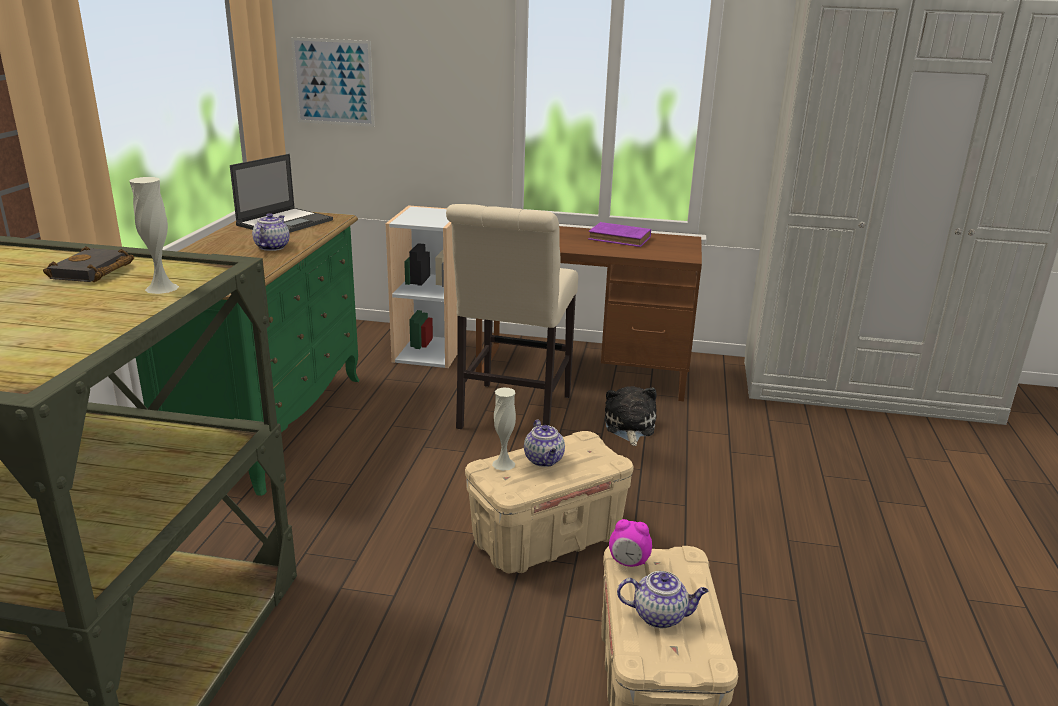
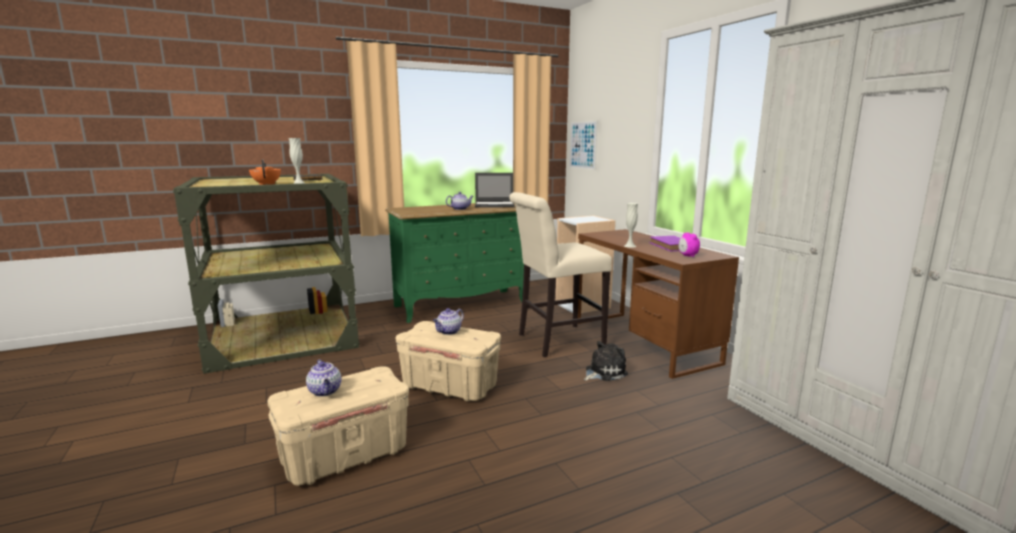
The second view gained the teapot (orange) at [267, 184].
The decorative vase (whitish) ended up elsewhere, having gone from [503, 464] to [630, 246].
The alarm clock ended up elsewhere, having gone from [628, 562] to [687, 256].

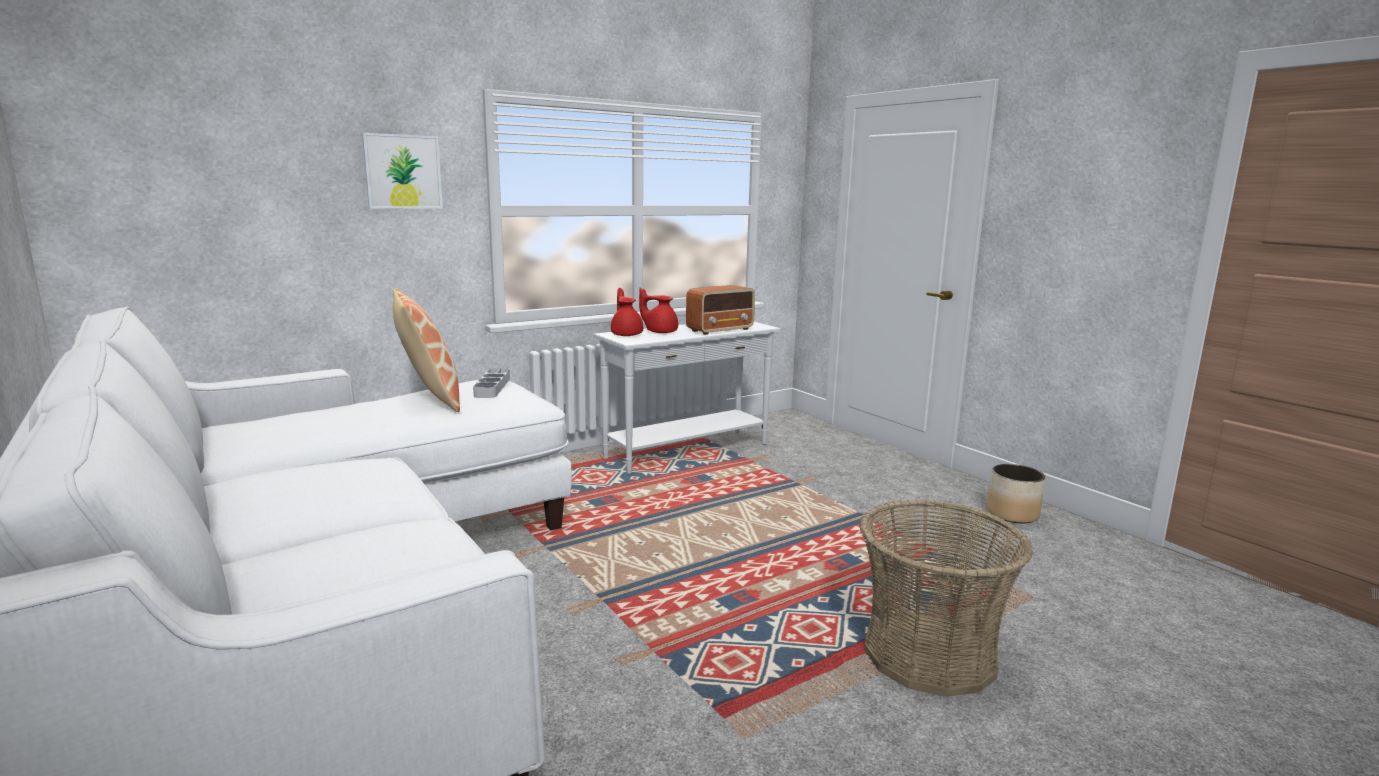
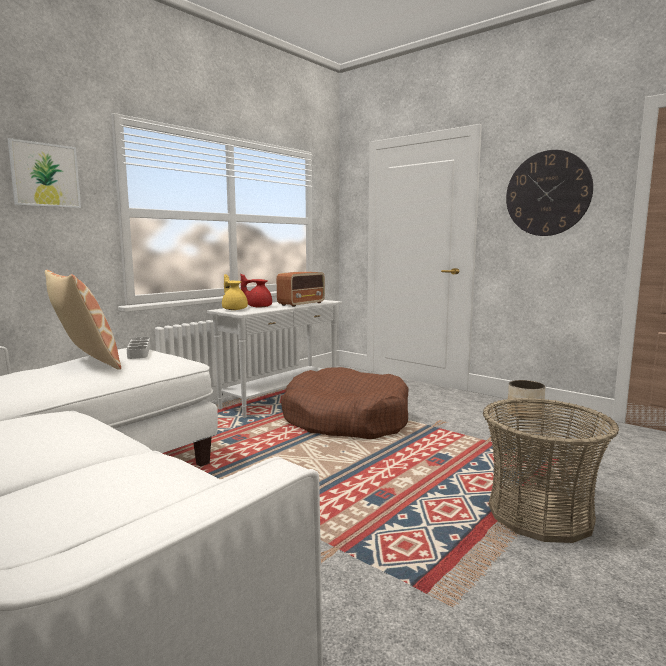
What was the teapot (red) at [626, 334] turned into the teapot (yellow) at [234, 309].
The second view gained the pet bed (brown) at [345, 420].
The second view gained the hanging clock at [547, 193].

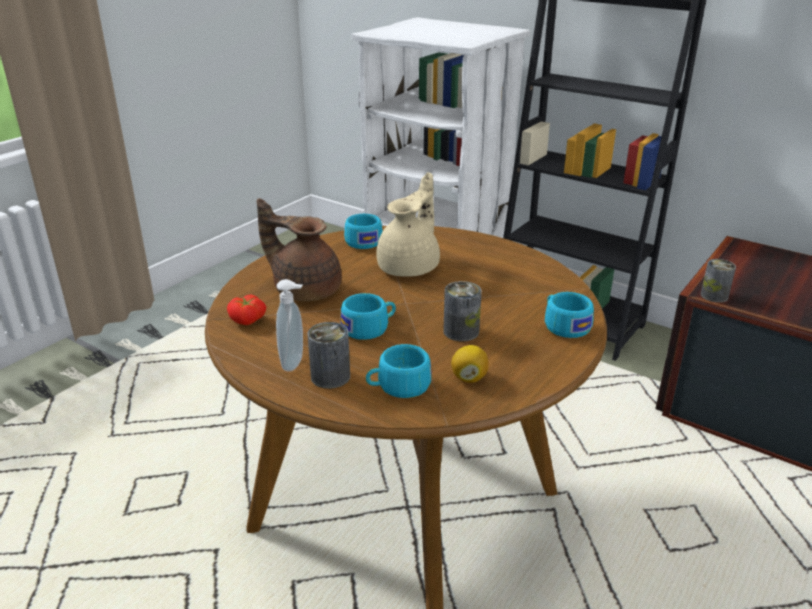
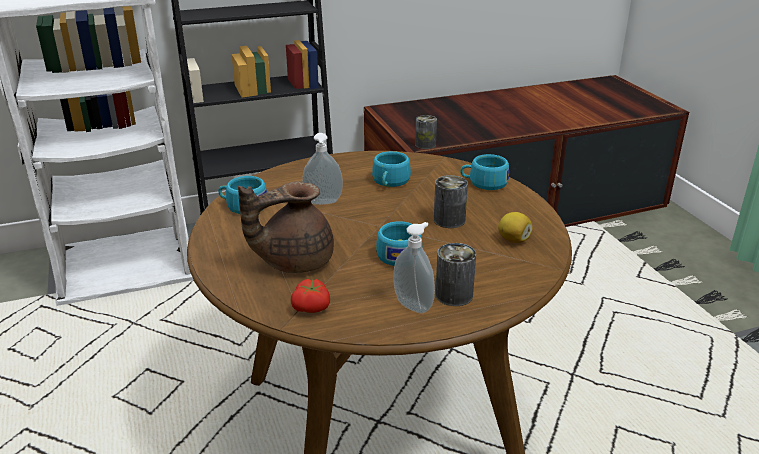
Where the teapot (beige) stood at [410, 267], the soap dispenser came to stand at [323, 203].
The small cup (blue-green) ended up elsewhere, having gone from [398, 386] to [390, 182].

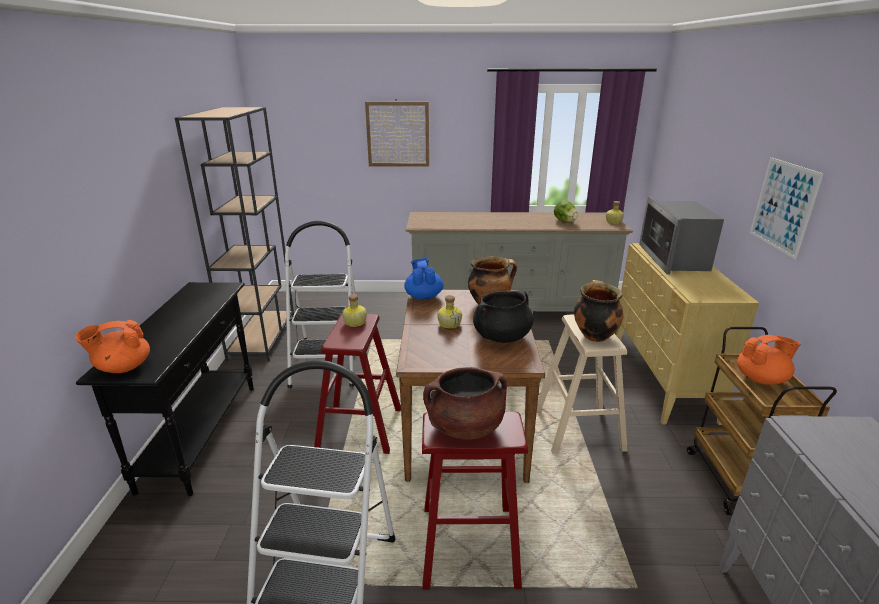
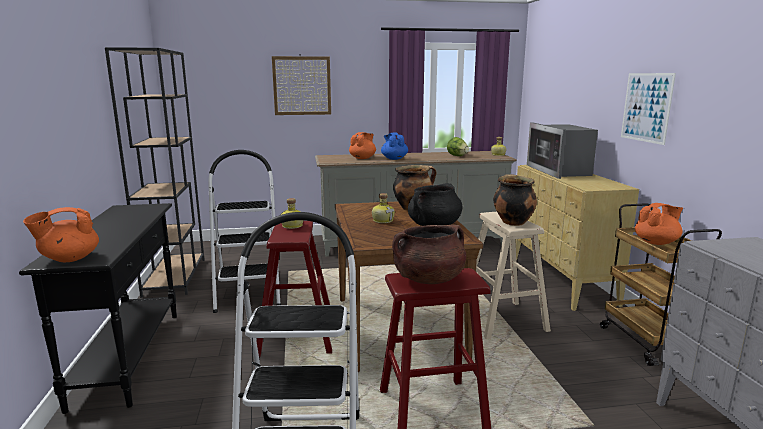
The second view gained the teapot (orange) at [363, 158].
The teapot (blue) ended up elsewhere, having gone from [423, 296] to [394, 158].

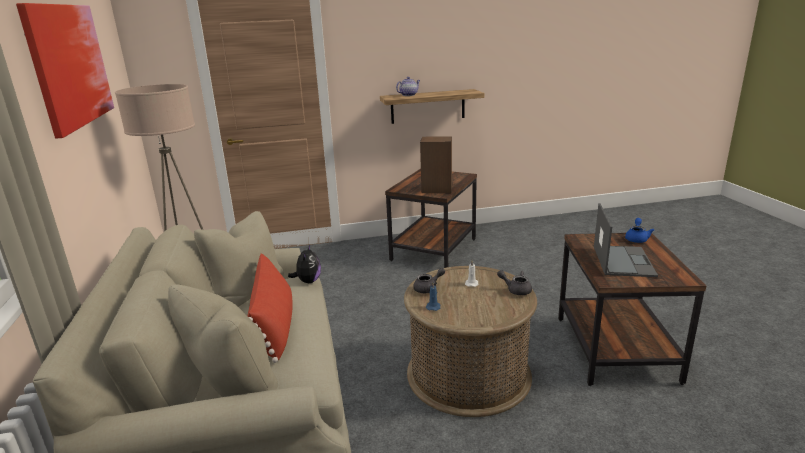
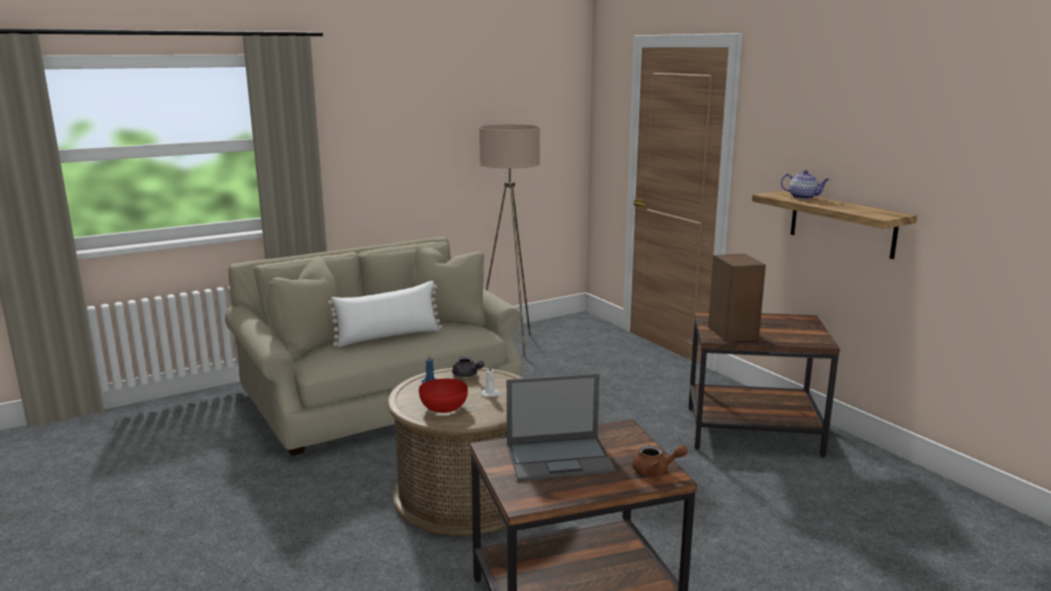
What was the throw pillow (red) at [275, 326] turned into the throw pillow (whitish) at [388, 336].
The second view gained the deep dish (red) at [443, 408].
What was the teapot (blue) at [637, 238] turned into the teapot (brown) at [656, 470].
The second view lost the wall art at [69, 65].
The second view lost the soft toy at [308, 281].
The second view lost the teapot (gray) at [516, 290].

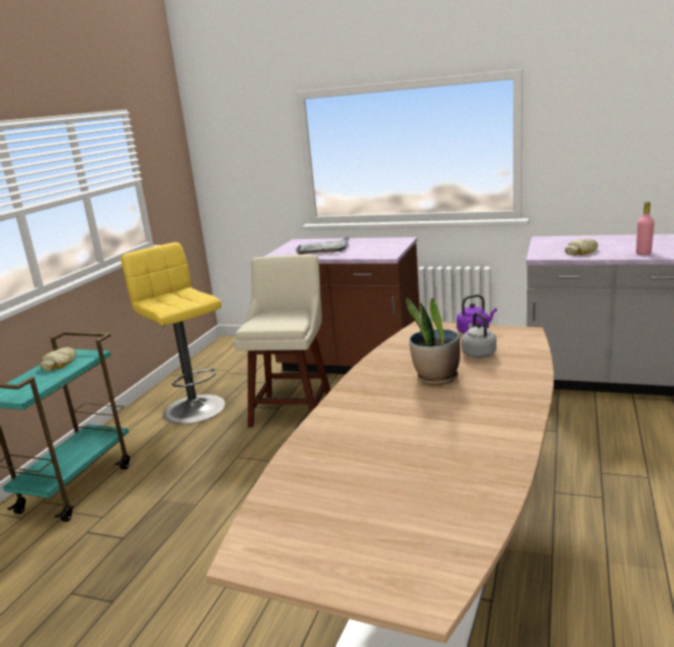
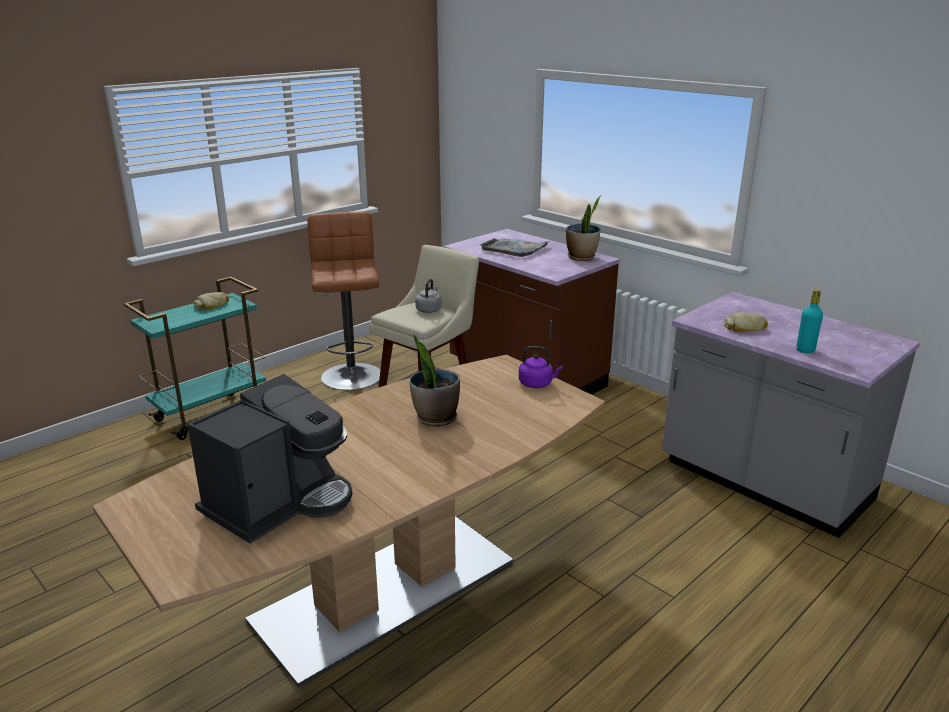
The second view gained the coffee brewer at [279, 502].
What was the stool (yellow) at [194, 408] turned into the stool (brown) at [352, 376].
The kettle (gray) ended up elsewhere, having gone from [478, 353] to [429, 309].
The second view gained the potted plant at [581, 257].
What was the bottle (pink-coloured) at [643, 253] turned into the bottle (blue-green) at [805, 350].

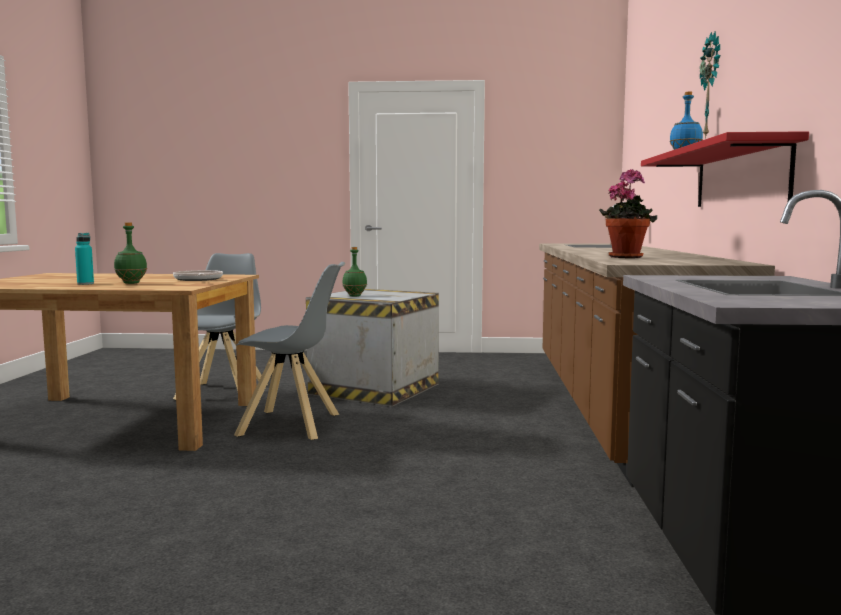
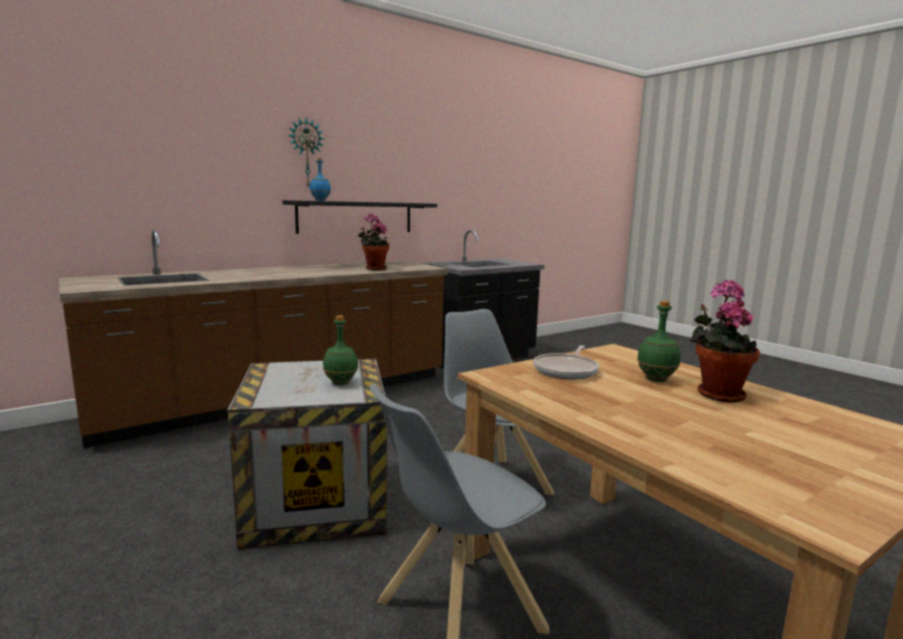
What was the bracket shelf (red) at [740, 176] turned into the bracket shelf (blackish) at [356, 217].
Where the bottle (blue-green) stood at [85, 283], the potted plant came to stand at [717, 394].

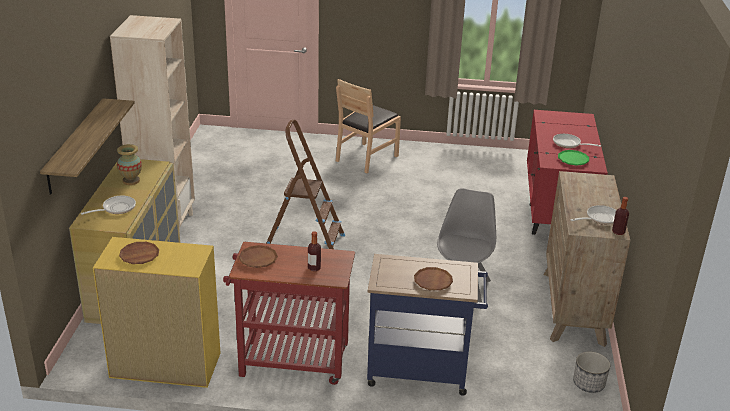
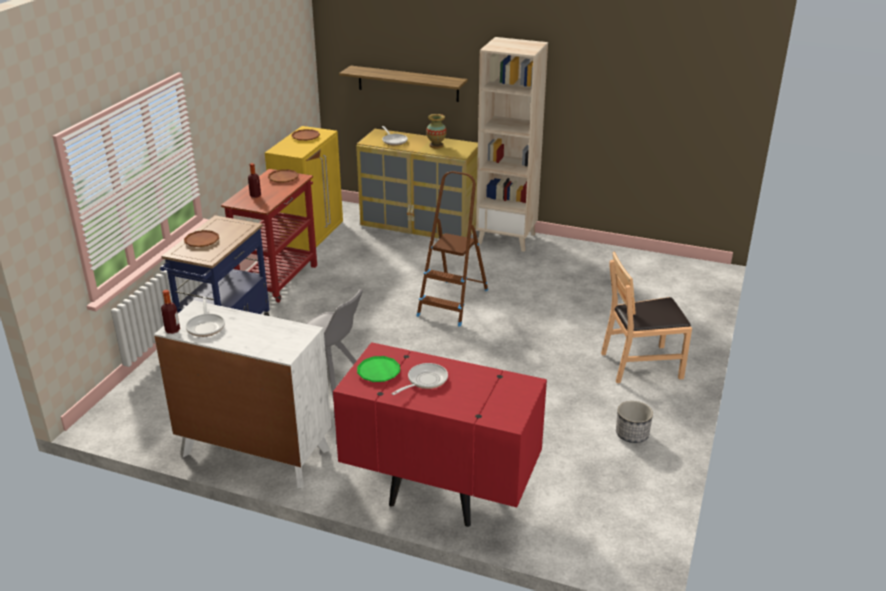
What was the drawer chest (brown) at [573, 307] turned into the drawer chest (whitish) at [255, 452].
The chair (brown) at [366, 158] ended up facing another way, 60 degrees counterclockwise from before.
The plant pot ended up elsewhere, having gone from [588, 384] to [632, 434].

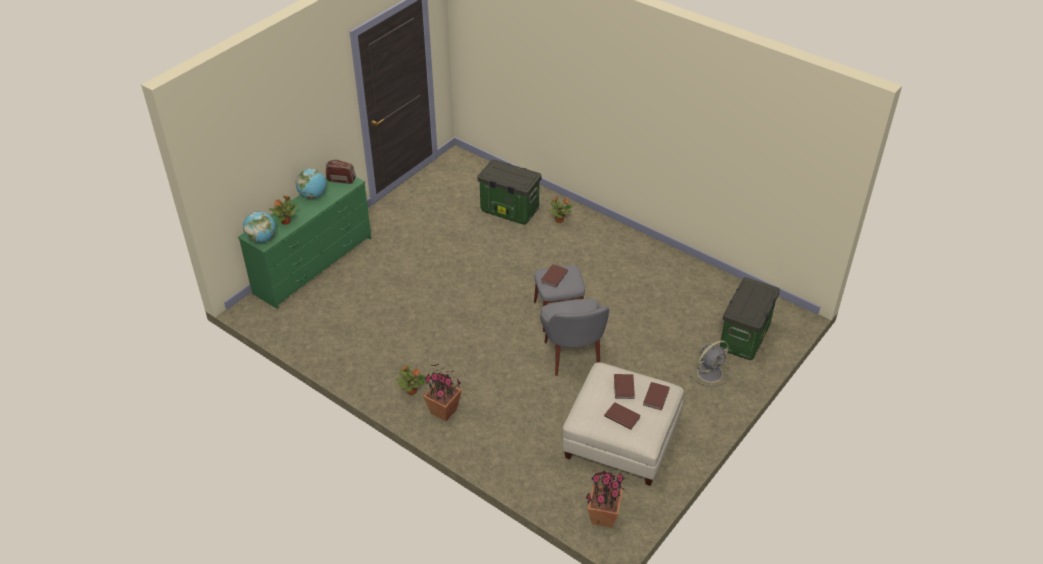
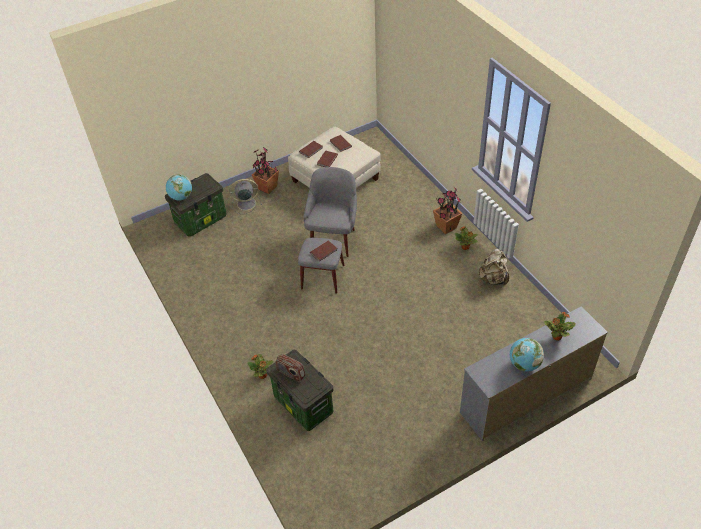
The globe ended up elsewhere, having gone from [261, 239] to [181, 197].
The potted plant ended up elsewhere, having gone from [603, 517] to [267, 188].
The radio ended up elsewhere, having gone from [341, 180] to [290, 373].
What was the drawer chest (green-coloured) at [314, 266] turned into the drawer chest (gray) at [526, 394].
The second view gained the rucksack (beige) at [493, 278].

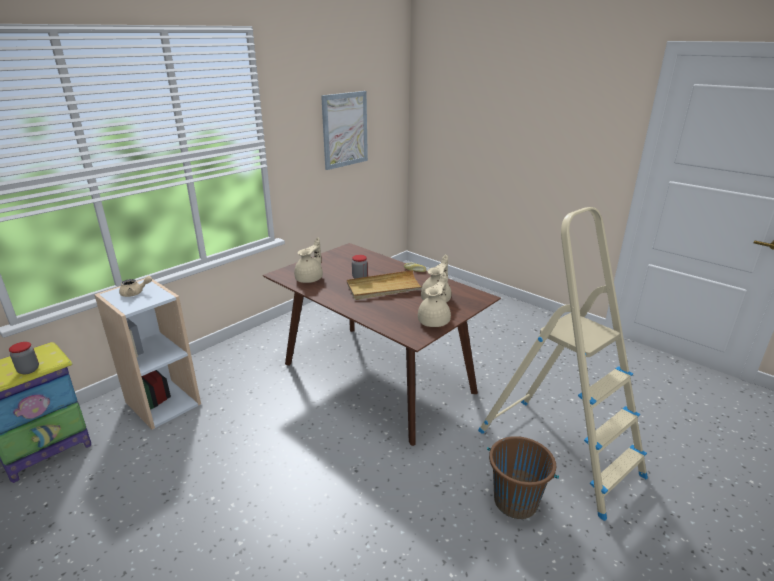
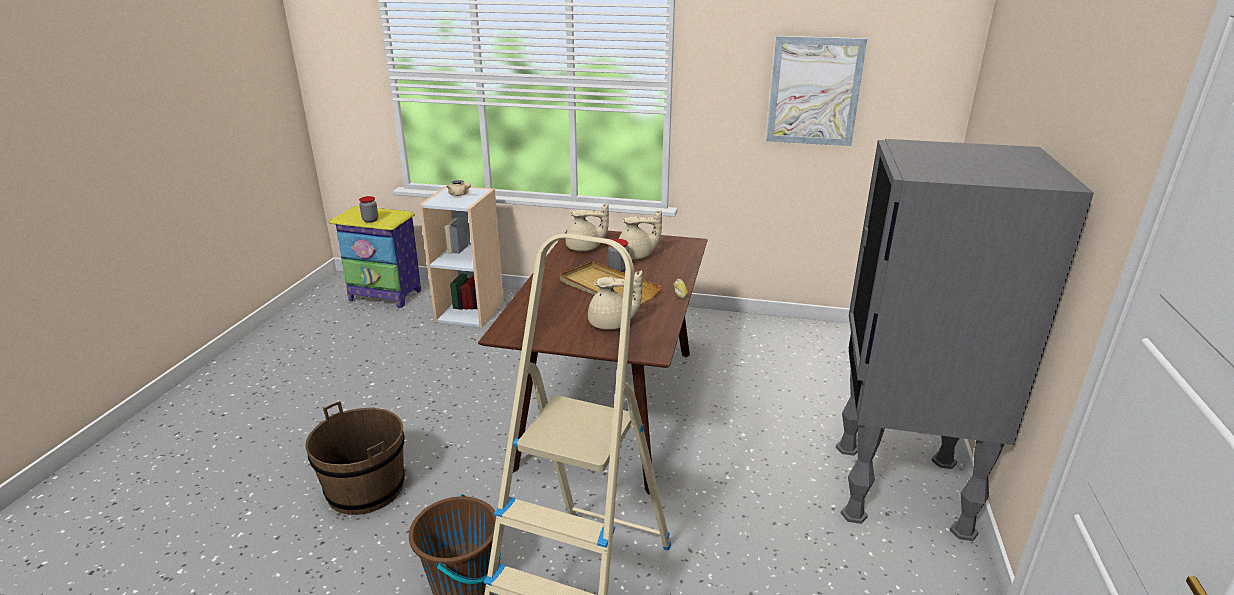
The second view gained the water bucket (brown) at [366, 489].
The teapot (beige) ended up elsewhere, having gone from [435, 321] to [636, 256].
The second view gained the cabinet (gray) at [898, 488].

